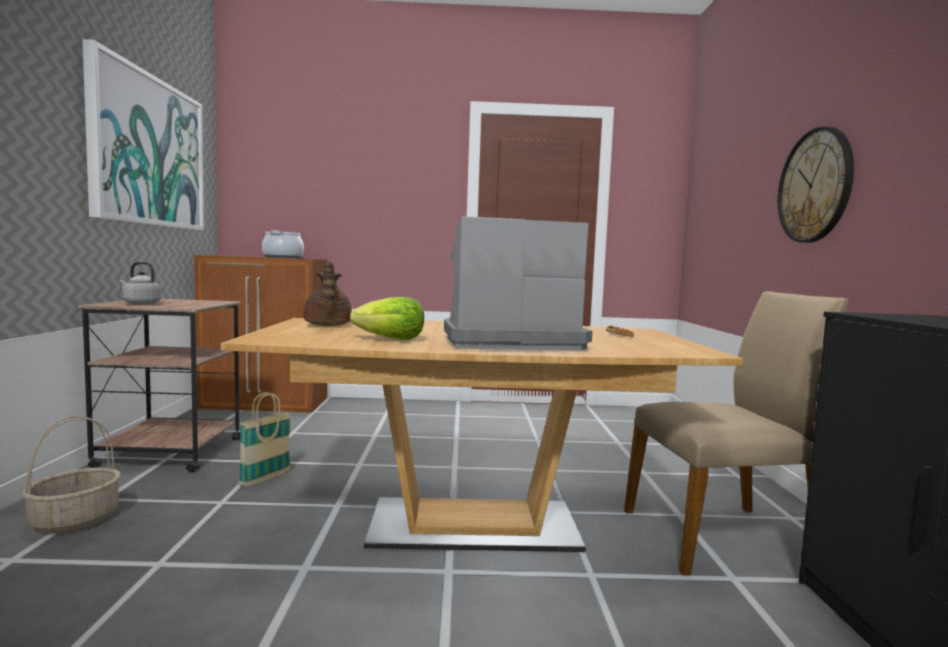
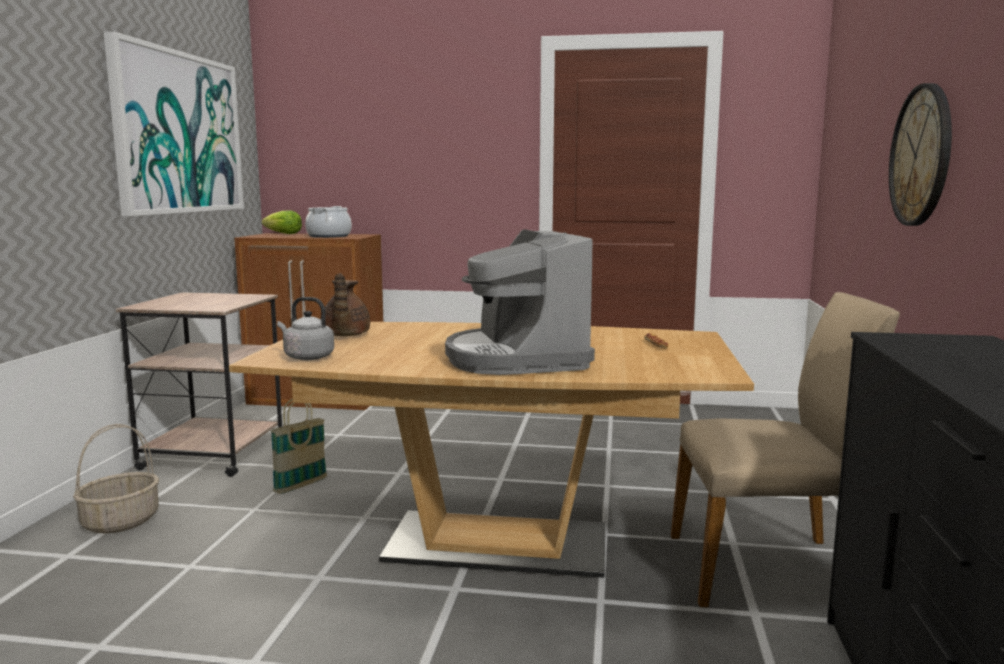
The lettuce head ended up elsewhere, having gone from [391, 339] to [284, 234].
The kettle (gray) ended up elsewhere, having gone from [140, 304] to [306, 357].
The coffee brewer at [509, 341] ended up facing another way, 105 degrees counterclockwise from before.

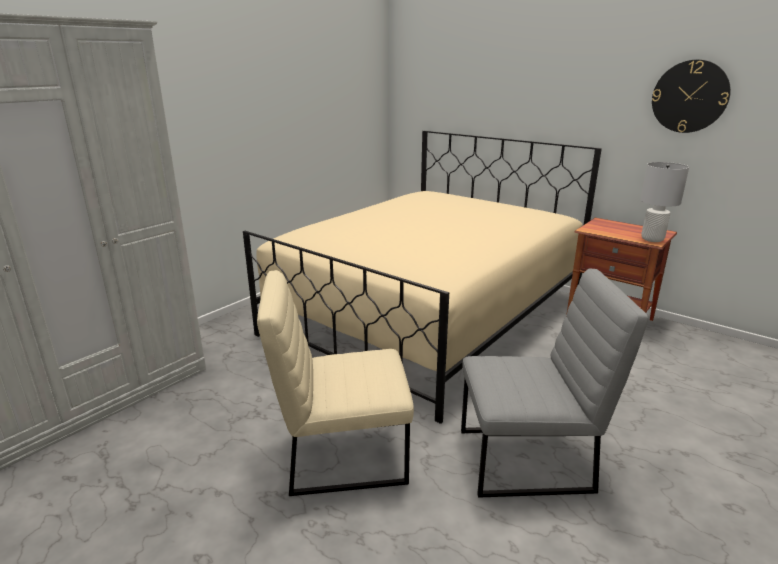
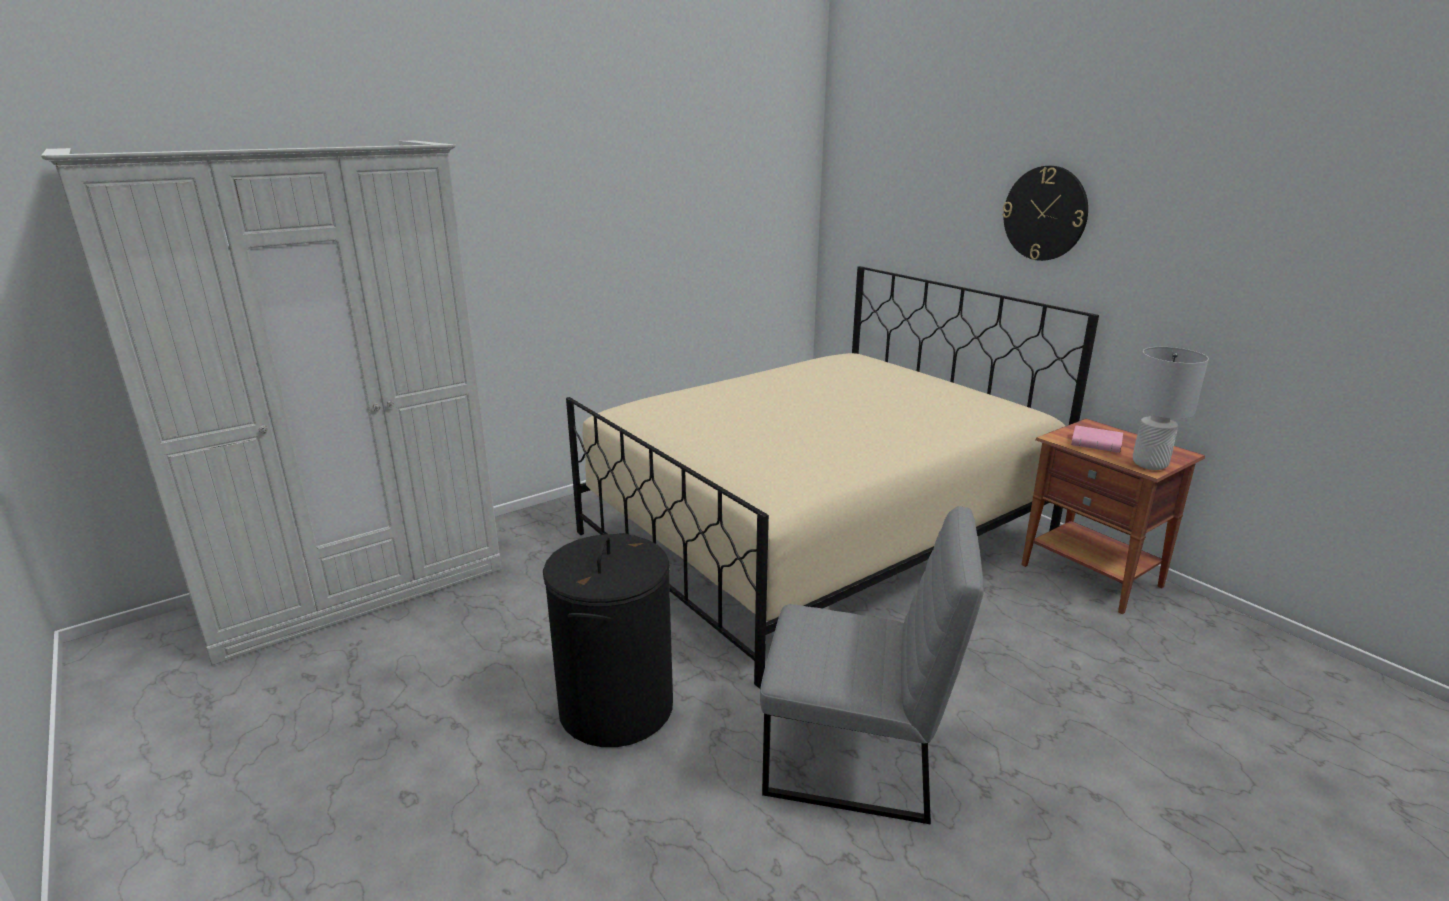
Where the chair (beige) stood at [342, 455], the laundry basket (blackish) came to stand at [616, 707].
The hanging clock ended up elsewhere, having gone from [690, 96] to [1045, 213].
The second view gained the bound book (pink-coloured) at [1097, 444].

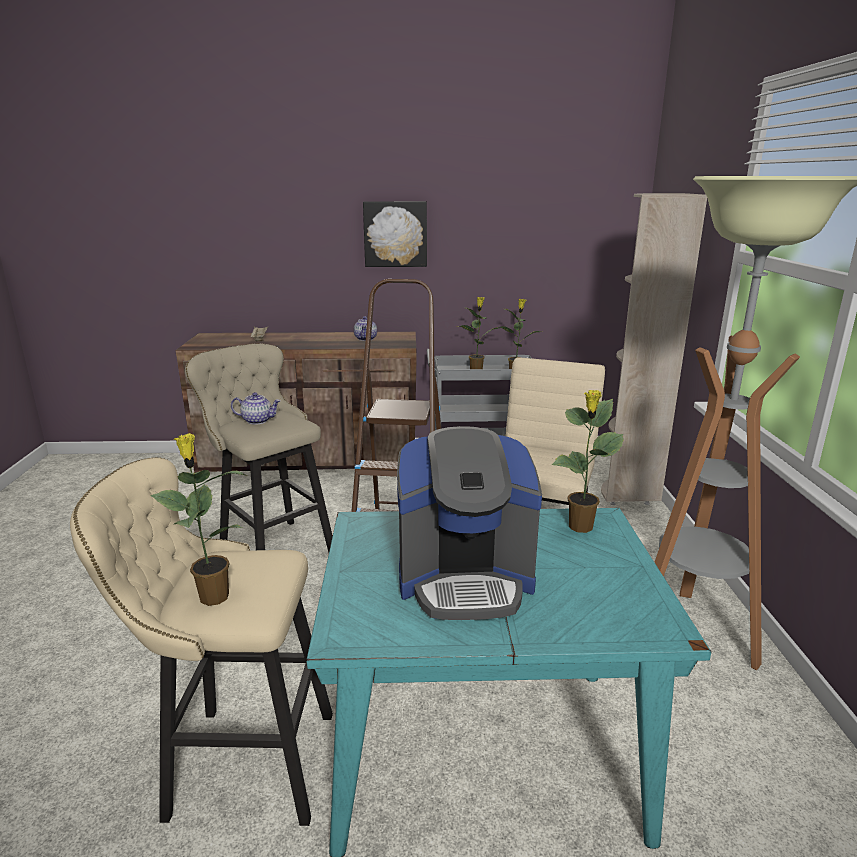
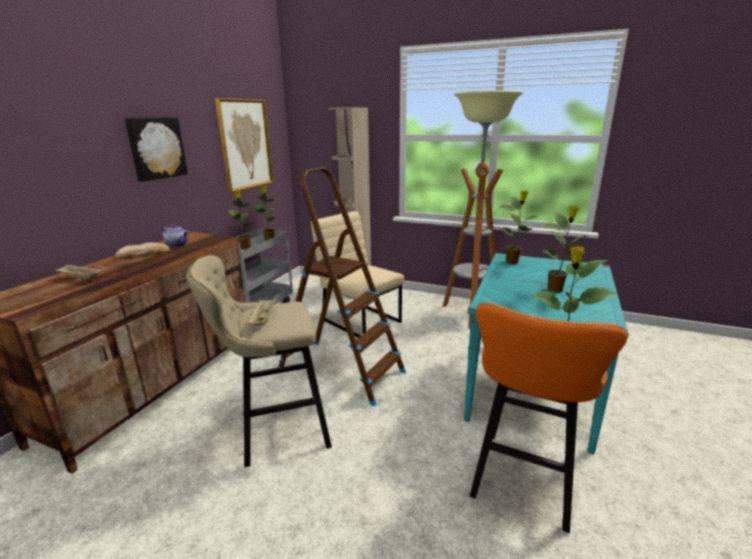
The second view gained the bakery bread at [143, 254].
The second view gained the wall art at [245, 144].
Where the teapot stood at [258, 420], the tray (beige) came to stand at [263, 319].
What was the stool (beige) at [232, 762] turned into the stool (orange) at [521, 488].
Where the coffee brewer stood at [465, 579], the potted plant came to stand at [556, 290].

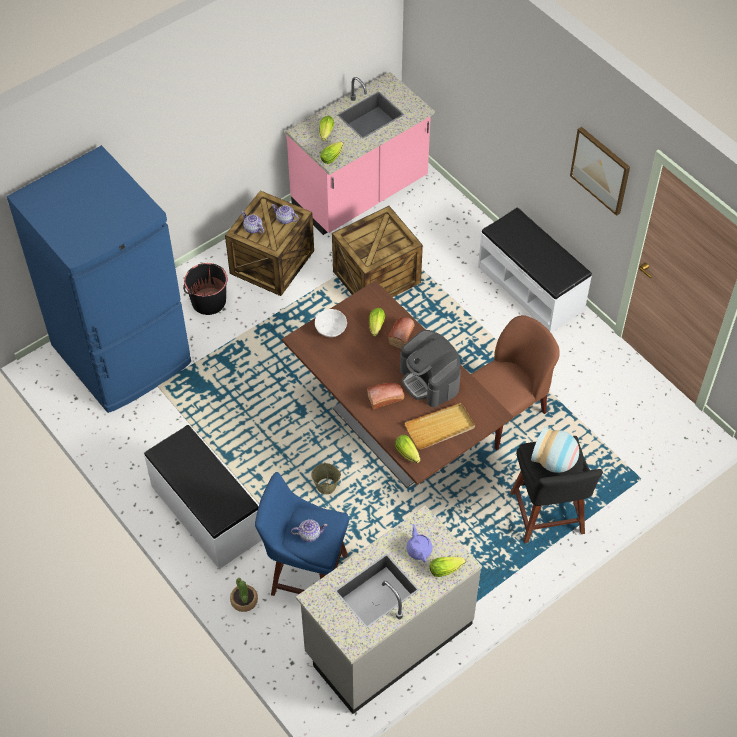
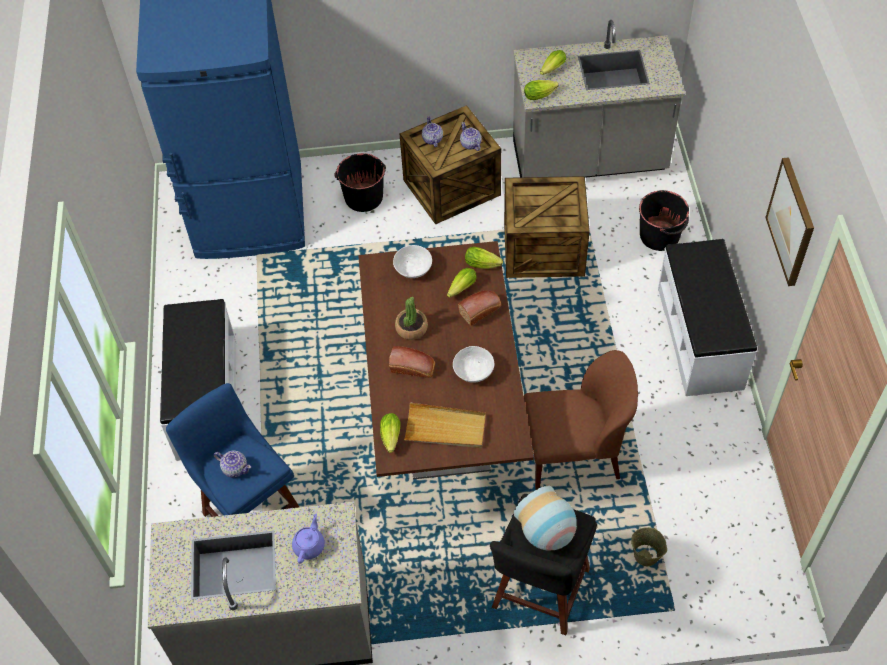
The potted plant ended up elsewhere, having gone from [244, 600] to [411, 328].
Where the coffee brewer stood at [430, 380], the deep dish (whitish) came to stand at [473, 372].
The lettuce head ended up elsewhere, having gone from [447, 569] to [484, 264].
What was the counter (pink-coloured) at [360, 194] turned into the counter (gray) at [589, 160].
The water bucket (beige) ended up elsewhere, having gone from [326, 486] to [646, 556].
The second view gained the water bucket (blackish) at [660, 236].

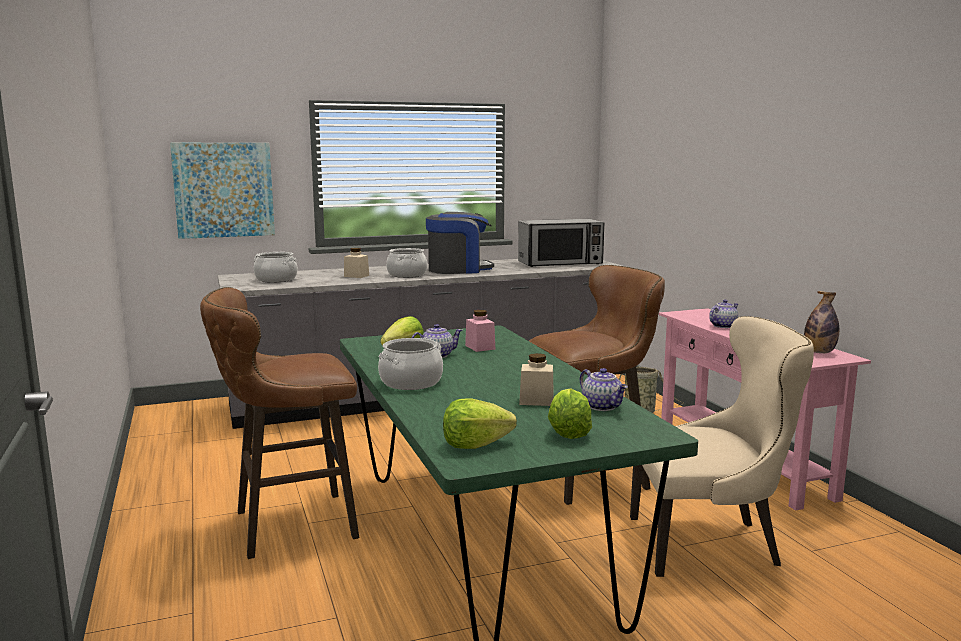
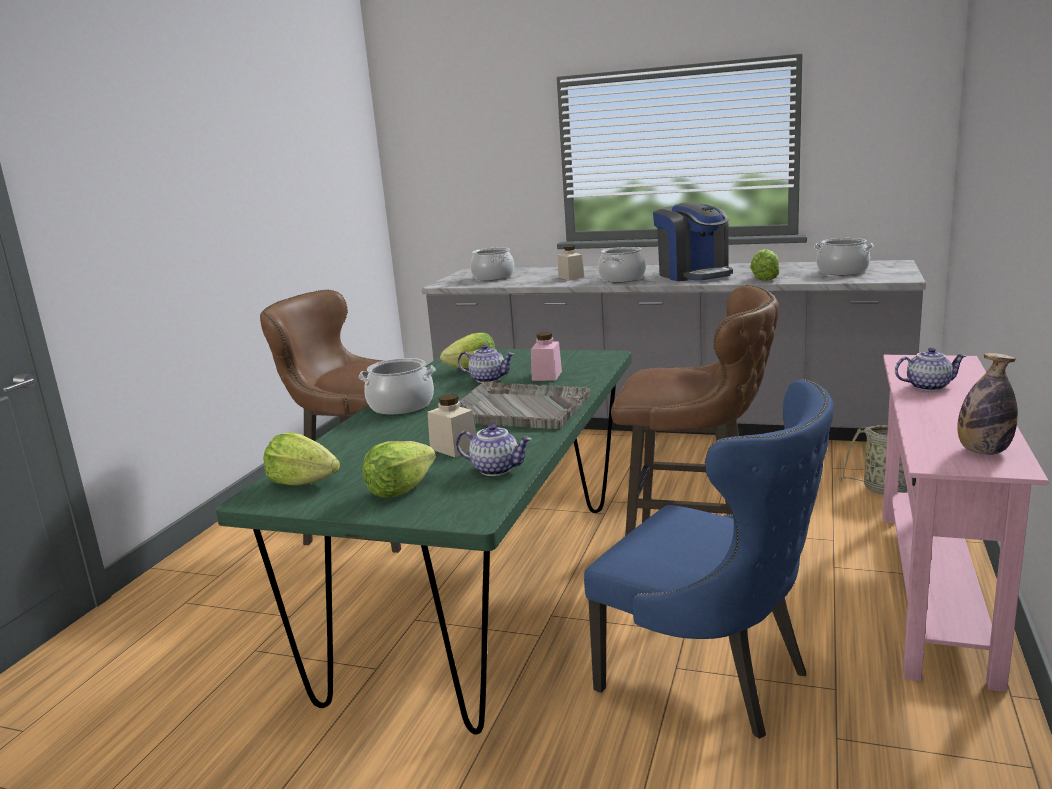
The teapot at [603, 406] ended up facing another way, 75 degrees counterclockwise from before.
The second view gained the tray (gray) at [517, 408].
What was the chair (beige) at [709, 544] turned into the chair (blue) at [712, 678].
The coffee brewer at [458, 269] ended up facing another way, 45 degrees clockwise from before.
The second view gained the lettuce head at [764, 278].
Where the microwave stood at [560, 263], the stockpot came to stand at [842, 271].
The second view lost the wall art at [224, 190].

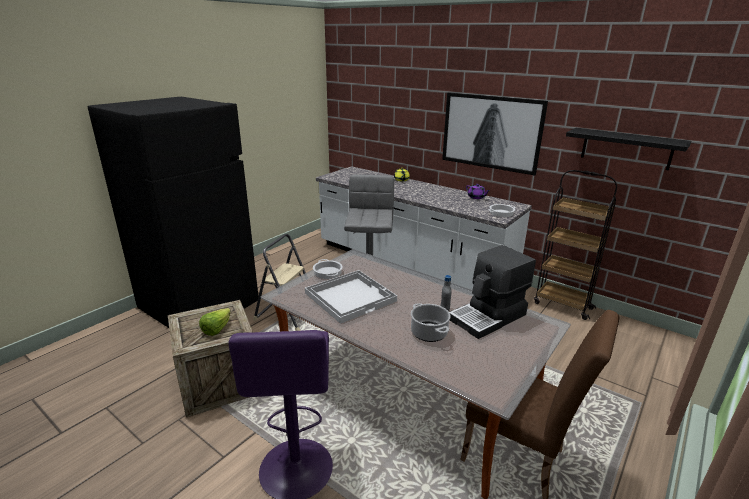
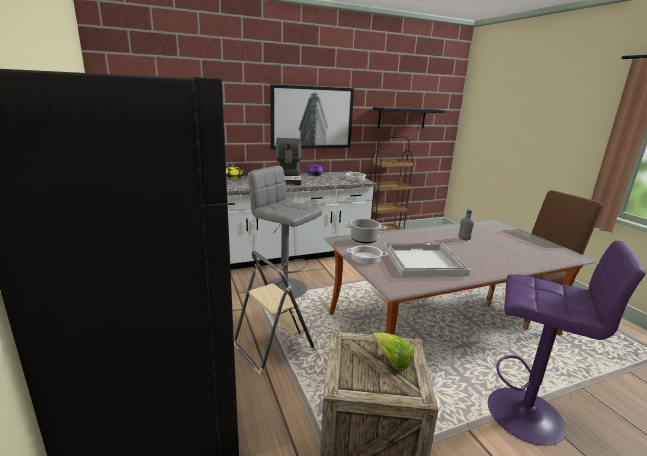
The coffee brewer ended up elsewhere, having gone from [488, 317] to [288, 179].
The stockpot ended up elsewhere, having gone from [428, 333] to [363, 239].

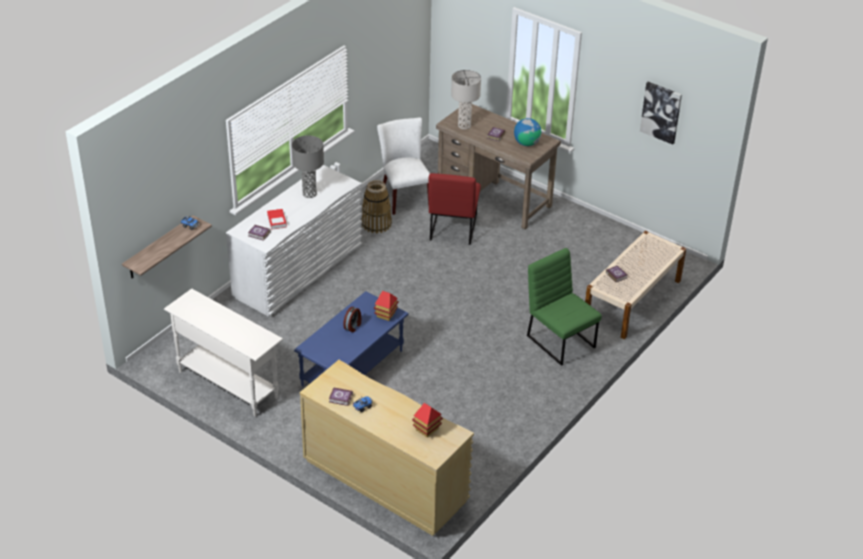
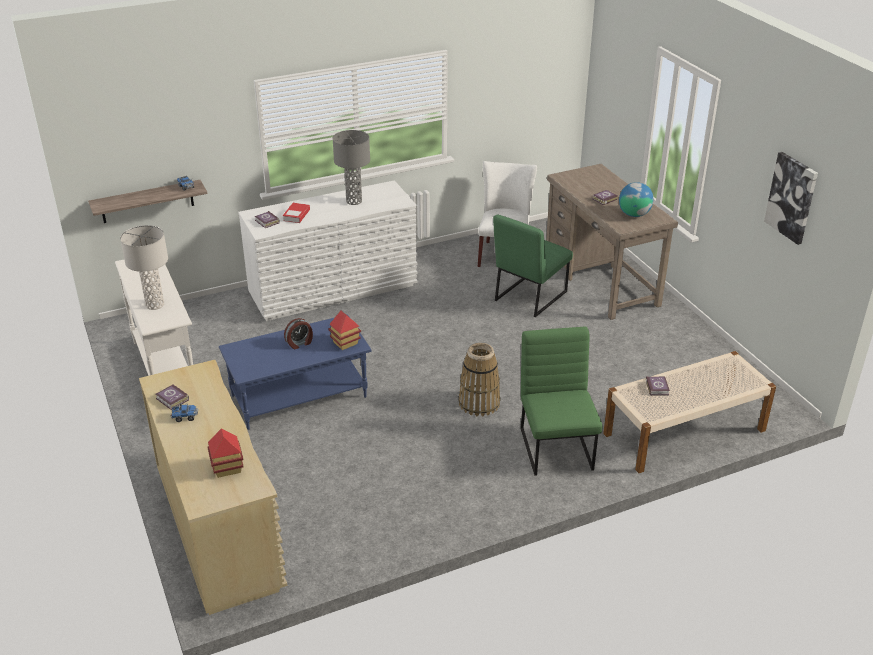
The tabletop lamp (whitish) ended up elsewhere, having gone from [464, 125] to [155, 304].
The basket ended up elsewhere, having gone from [376, 224] to [479, 403].
What was the chair (red) at [452, 228] turned into the chair (green-coloured) at [529, 296].

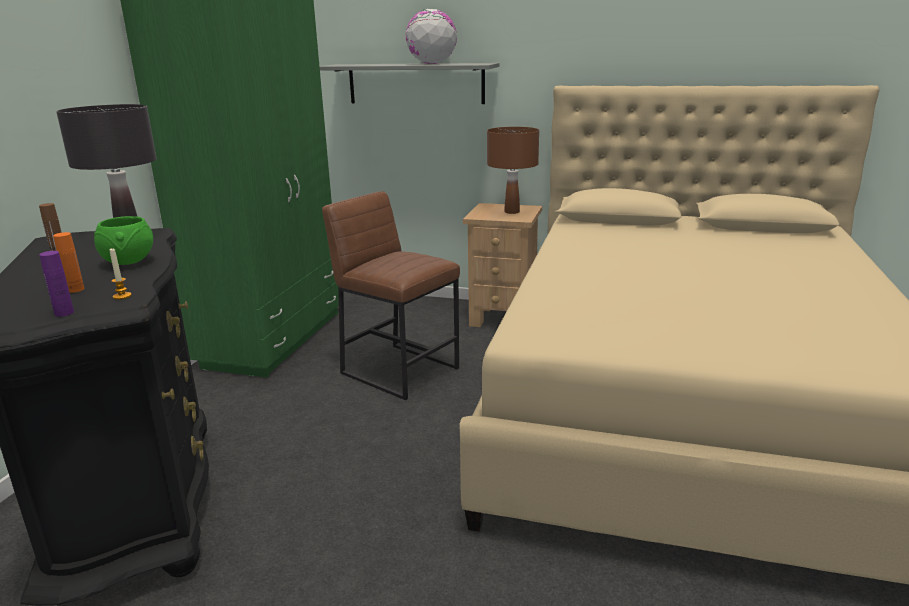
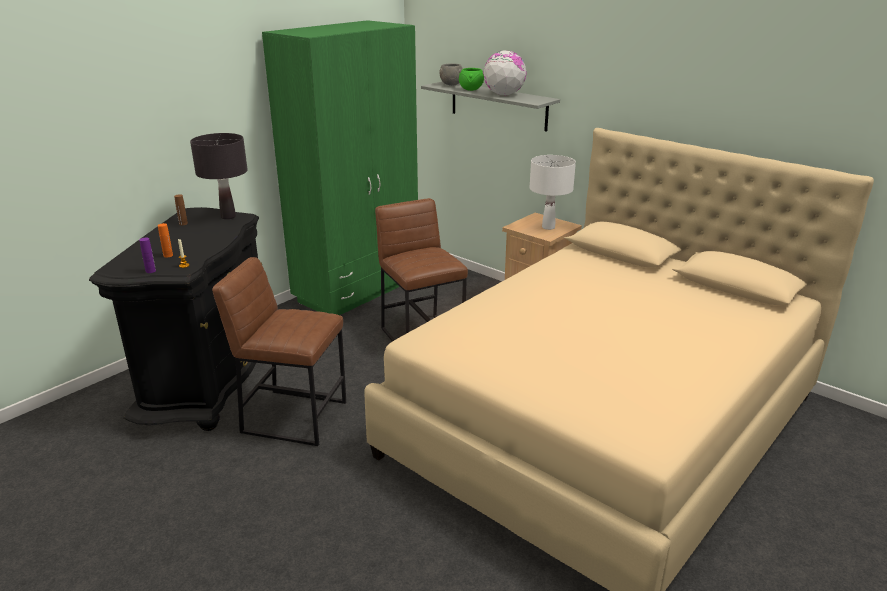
The second view gained the chair (brown) at [293, 416].
The second view gained the deep dish (gray) at [451, 85].
The deep dish (green-coloured) ended up elsewhere, having gone from [130, 262] to [471, 90].
What was the tabletop lamp (brown) at [512, 212] turned into the tabletop lamp (whitish) at [548, 227].

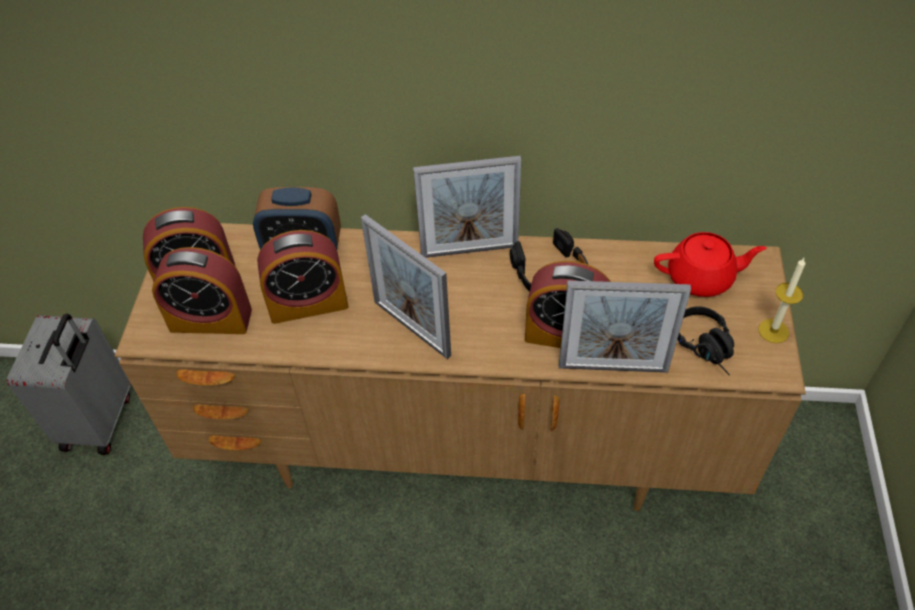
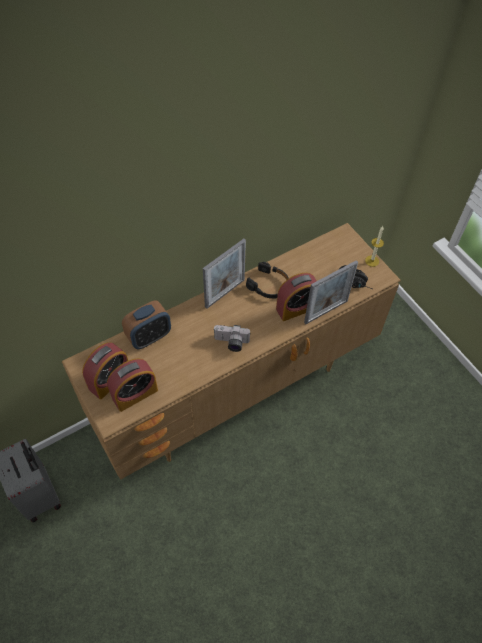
Where the standing frame stood at [412, 328], the still camera came to stand at [231, 343].
The second view lost the alarm clock at [308, 303].
The second view lost the teapot (red) at [701, 278].

